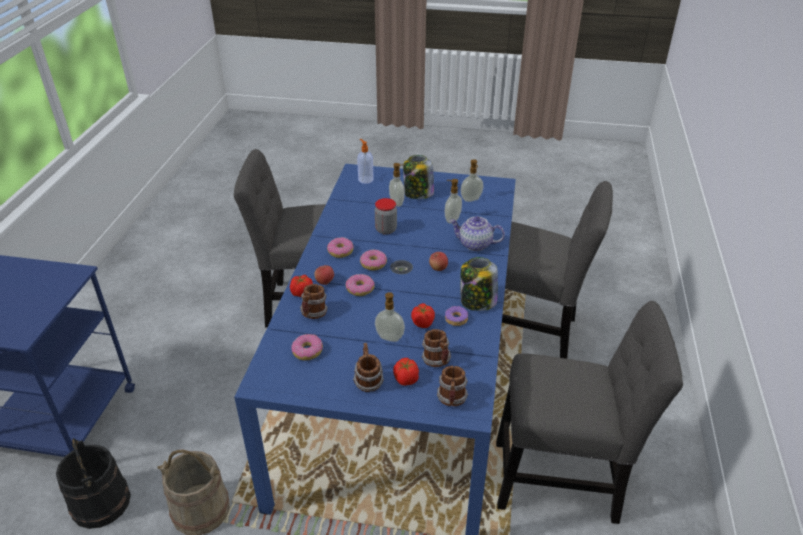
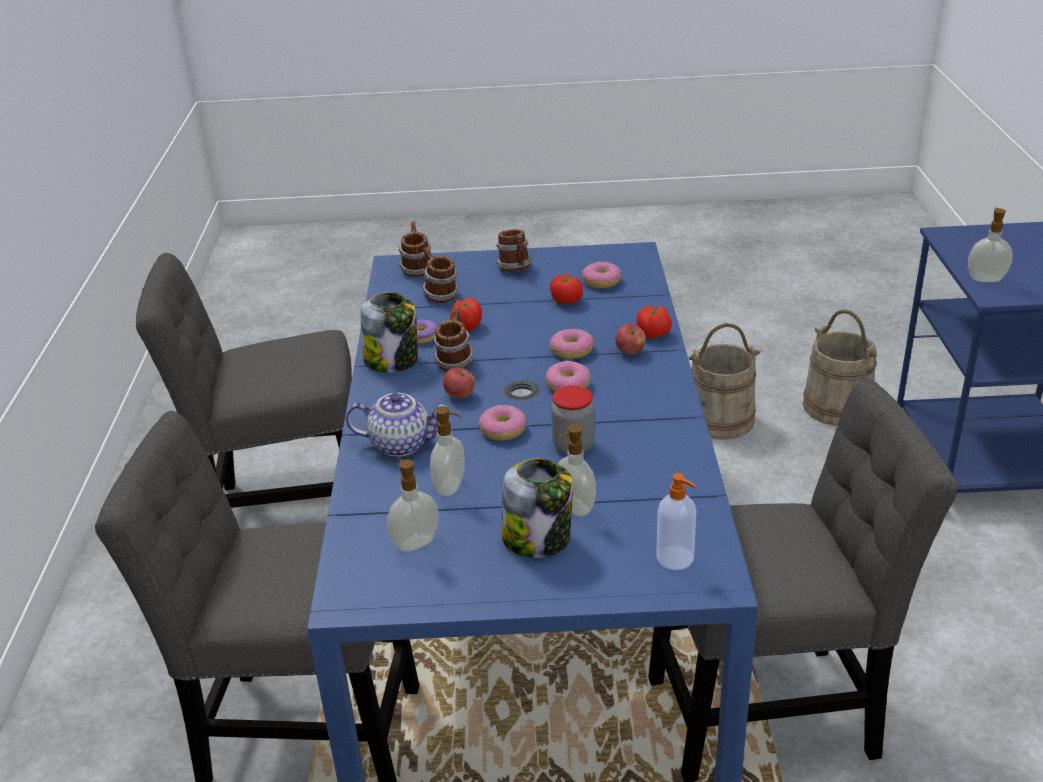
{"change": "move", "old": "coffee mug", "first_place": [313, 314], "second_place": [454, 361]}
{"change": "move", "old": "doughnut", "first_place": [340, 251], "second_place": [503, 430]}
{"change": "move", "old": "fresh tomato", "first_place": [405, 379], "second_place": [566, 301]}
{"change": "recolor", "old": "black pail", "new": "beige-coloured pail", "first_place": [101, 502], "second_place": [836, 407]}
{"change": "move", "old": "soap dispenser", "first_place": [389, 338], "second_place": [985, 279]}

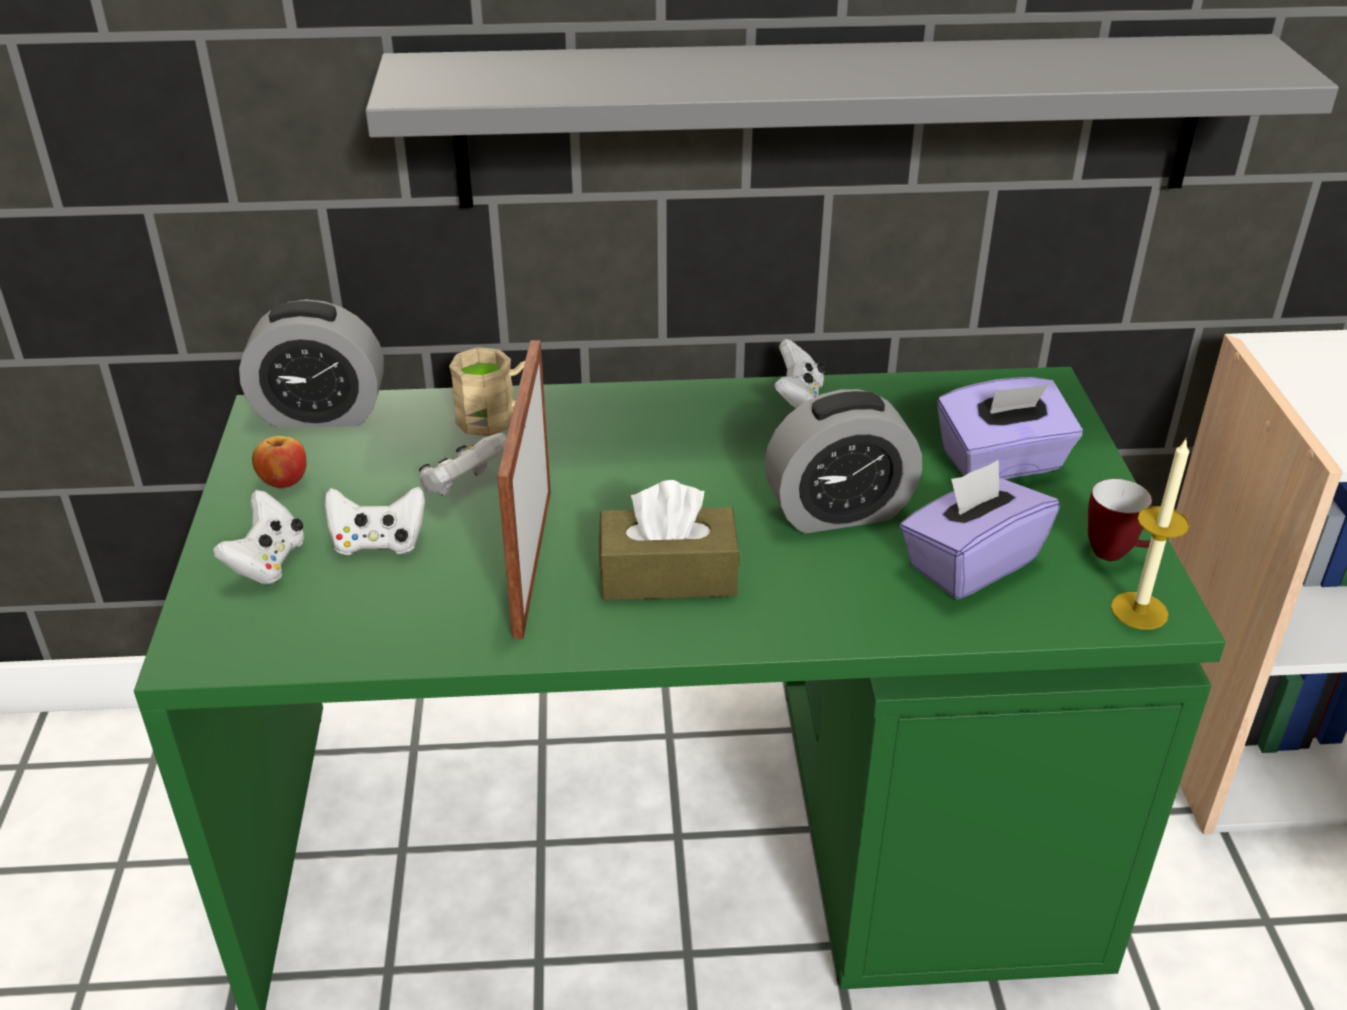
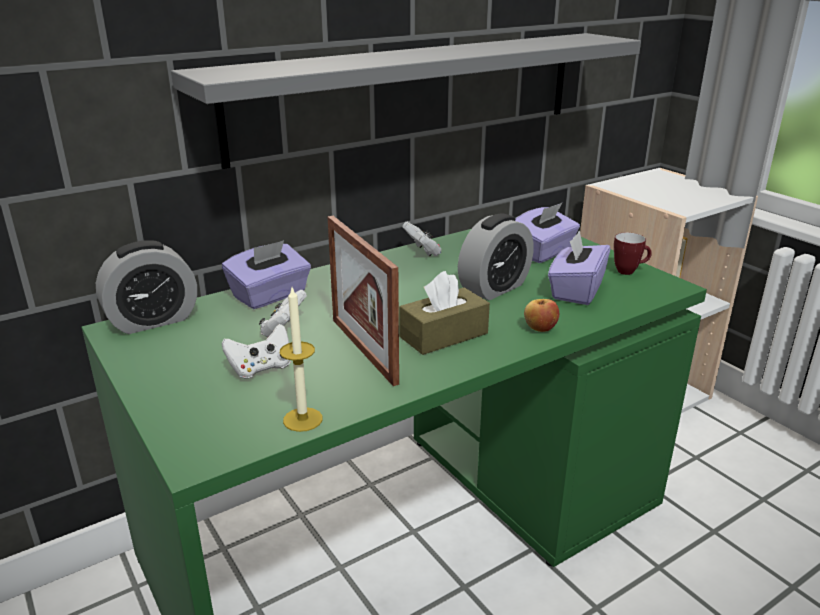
{"change": "replace", "old": "beige-coloured coffee mug", "new": "purplish box of tissues", "first_place": [499, 418], "second_place": [270, 296]}
{"change": "move", "old": "wax candle", "first_place": [1139, 611], "second_place": [303, 419]}
{"change": "move", "old": "apple fruit", "first_place": [283, 481], "second_place": [540, 328]}
{"change": "delete", "old": "whitish gamepad", "first_place": [267, 562]}

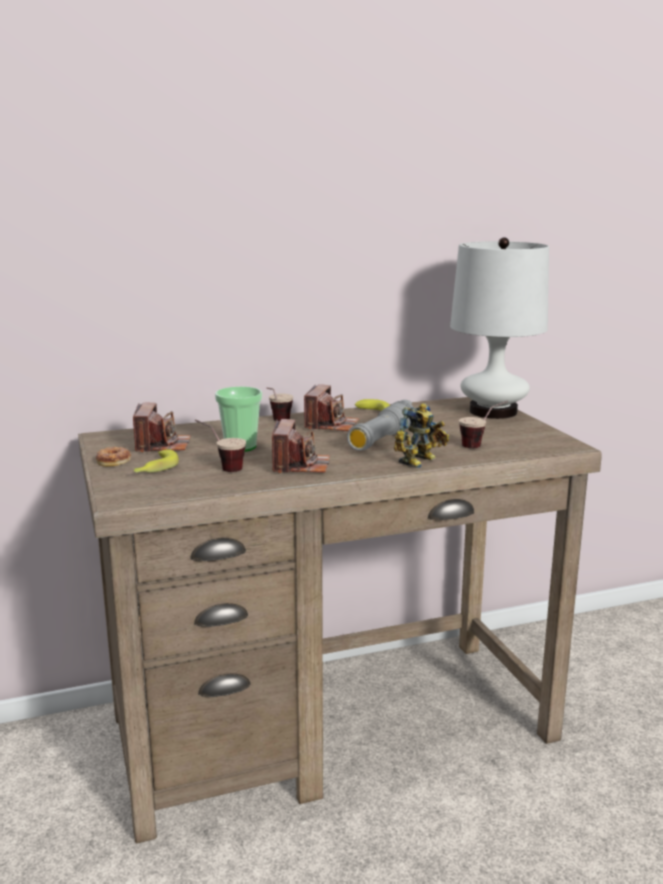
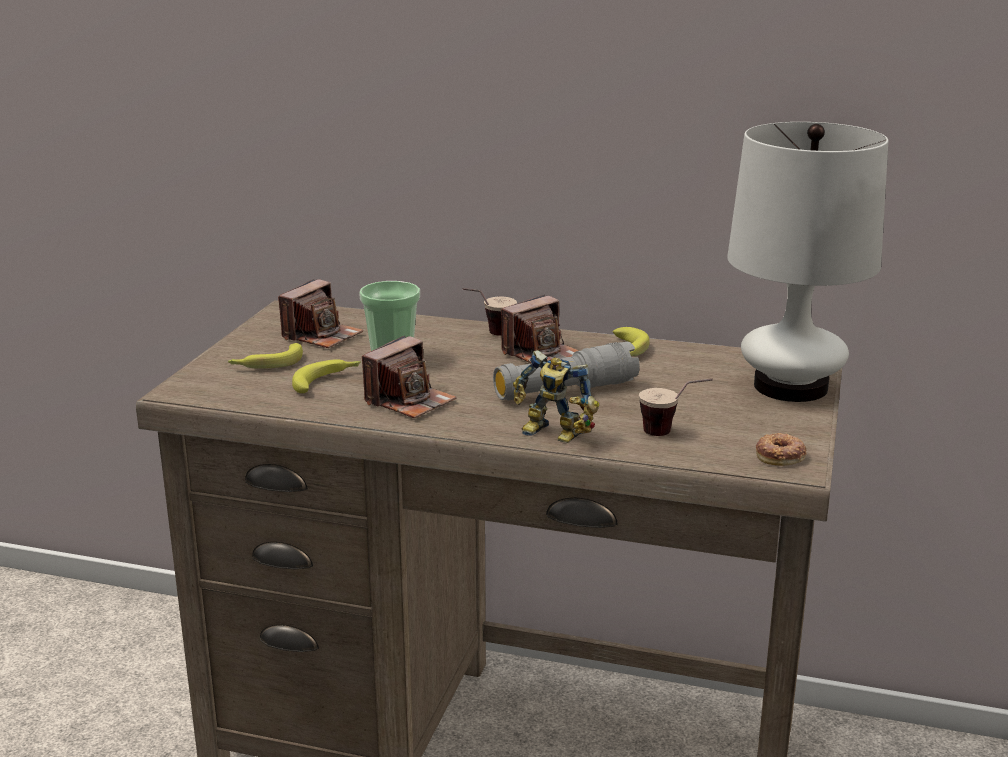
{"change": "replace", "old": "cup", "new": "banana", "first_place": [221, 468], "second_place": [327, 381]}
{"change": "rotate", "old": "model robot", "first_place": [421, 461], "second_place": [552, 435], "degrees": 45}
{"change": "move", "old": "doughnut", "first_place": [114, 461], "second_place": [780, 455]}

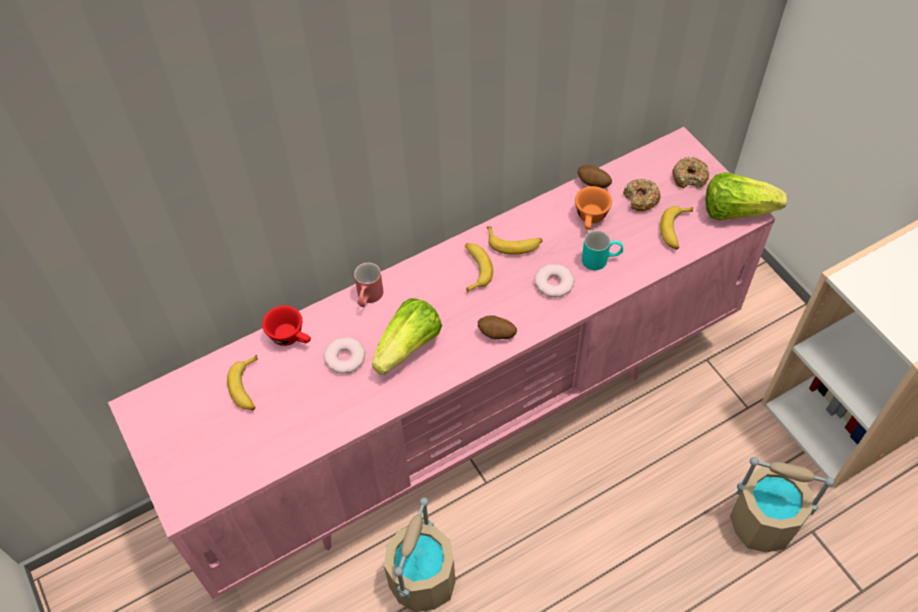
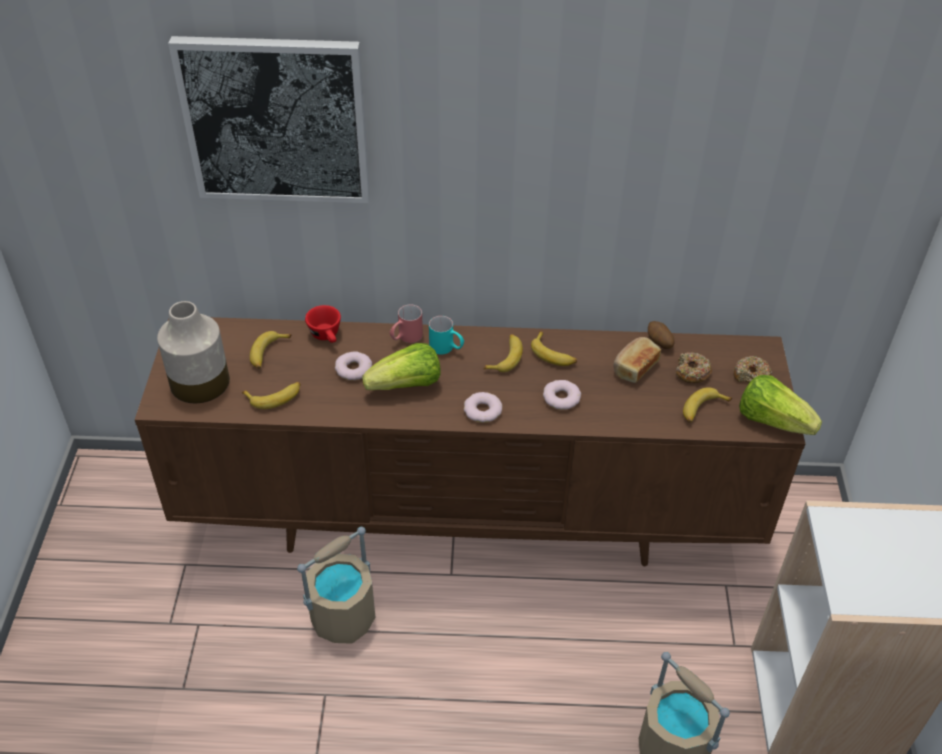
{"change": "recolor", "old": "pink-coloured cupboard", "new": "brownish cupboard", "first_place": [464, 419], "second_place": [471, 517]}
{"change": "insert", "new": "beige-coloured vase", "second_place": [200, 381]}
{"change": "insert", "new": "wall art", "second_place": [276, 120]}
{"change": "insert", "new": "banana", "second_place": [274, 397]}
{"change": "move", "old": "blue-green coffee mug", "first_place": [601, 260], "second_place": [446, 348]}
{"change": "replace", "old": "whole potato", "new": "doughnut", "first_place": [496, 334], "second_place": [482, 410]}
{"change": "replace", "old": "orangey cup", "new": "bread", "first_place": [591, 219], "second_place": [634, 367]}

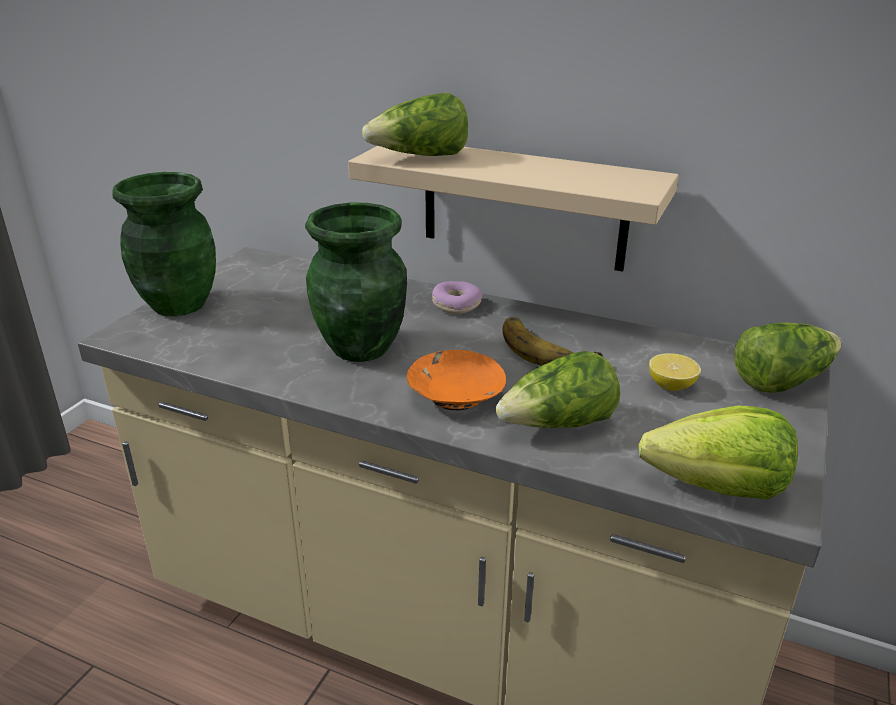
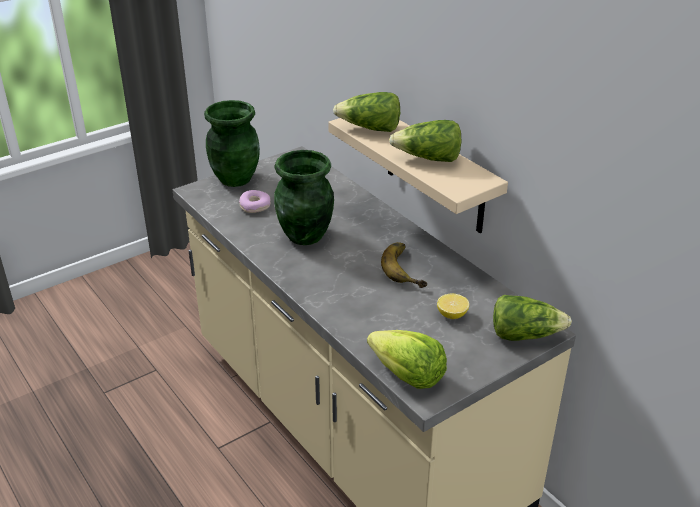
{"change": "move", "old": "doughnut", "first_place": [456, 305], "second_place": [255, 206]}
{"change": "move", "old": "head of lettuce", "first_place": [558, 425], "second_place": [428, 159]}
{"change": "delete", "old": "orangey bowl", "first_place": [454, 395]}

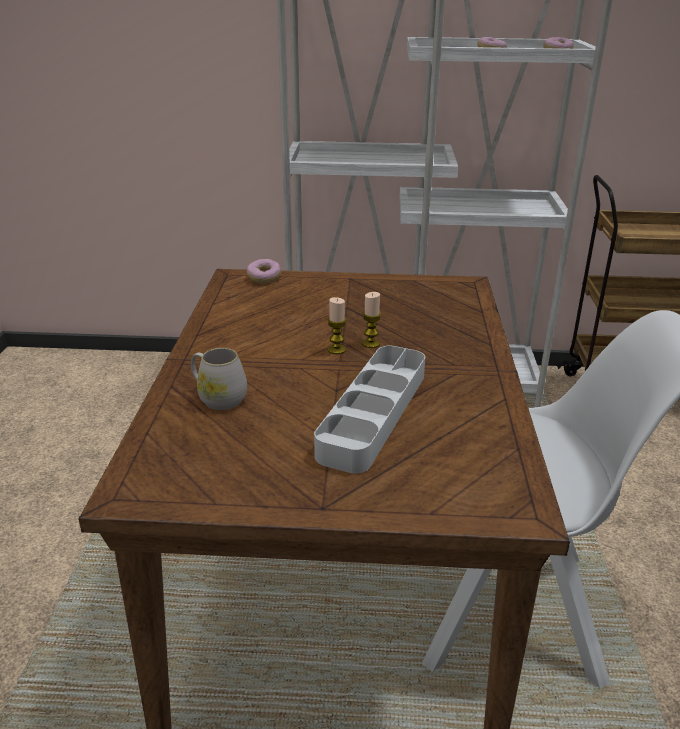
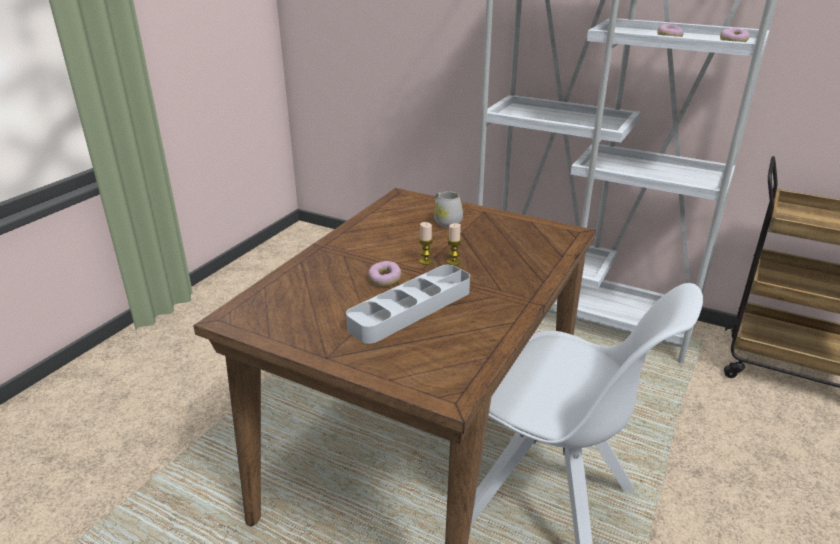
{"change": "move", "old": "doughnut", "first_place": [264, 278], "second_place": [385, 280]}
{"change": "move", "old": "whitish coffee mug", "first_place": [218, 398], "second_place": [445, 221]}

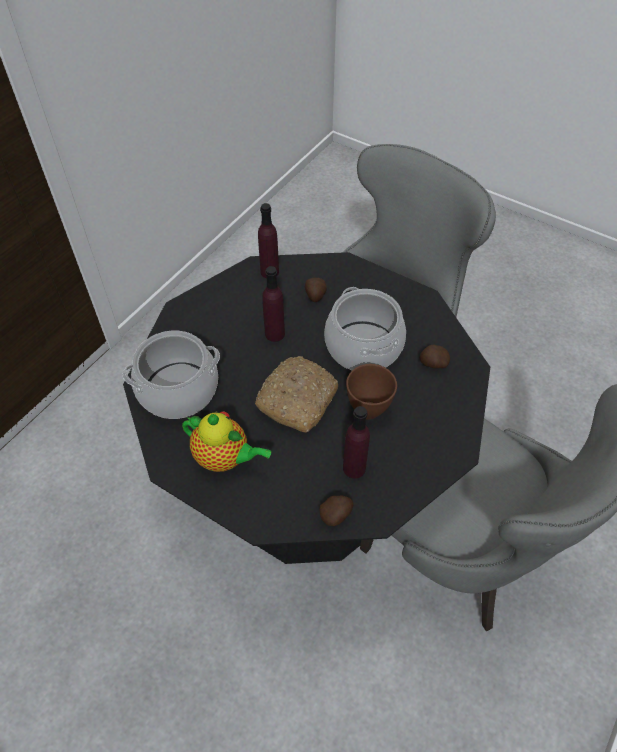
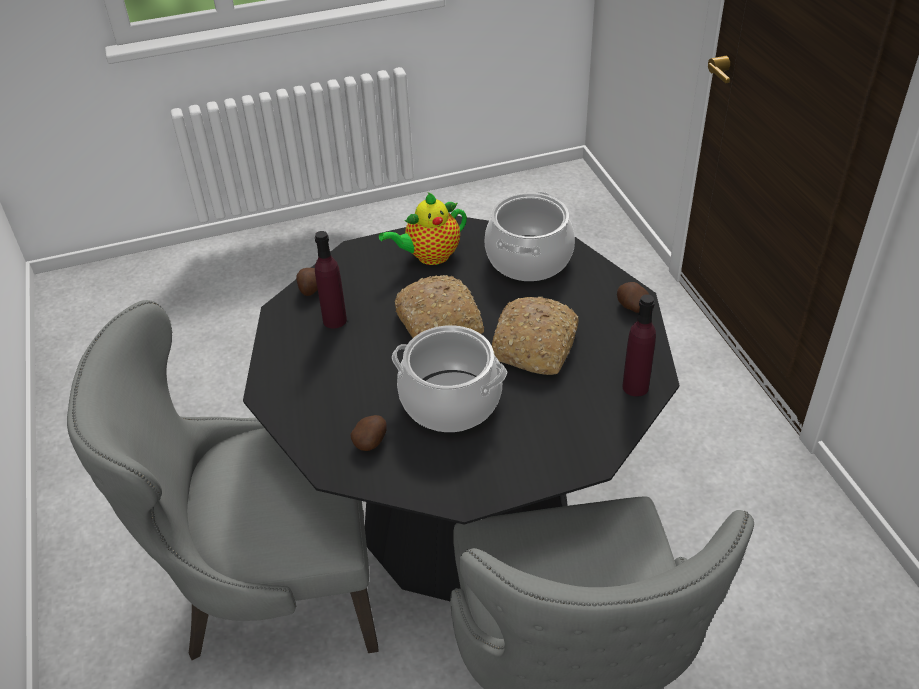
{"change": "replace", "old": "purplish beverage bottle", "new": "bread", "first_place": [274, 334], "second_place": [535, 346]}
{"change": "move", "old": "whole potato", "first_place": [315, 296], "second_place": [631, 307]}
{"change": "delete", "old": "brownish bowl", "first_place": [369, 410]}

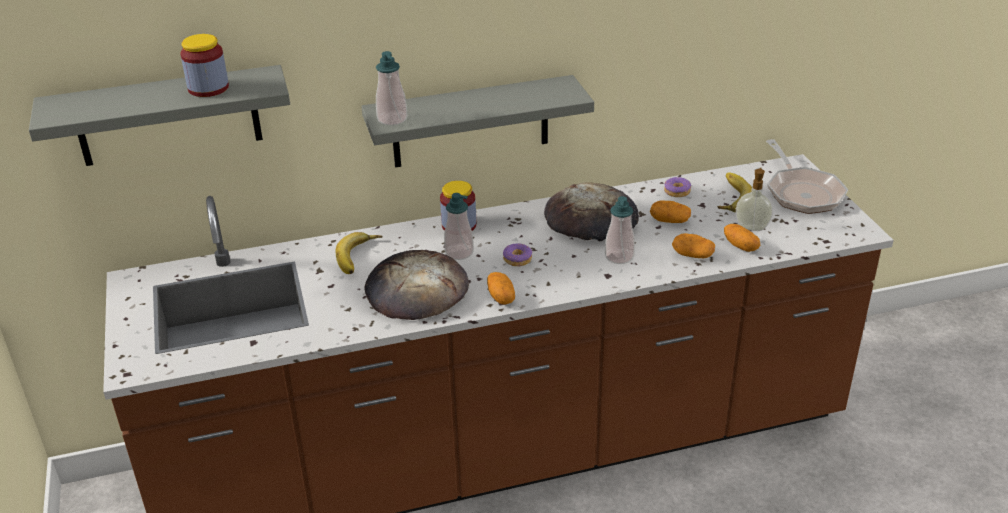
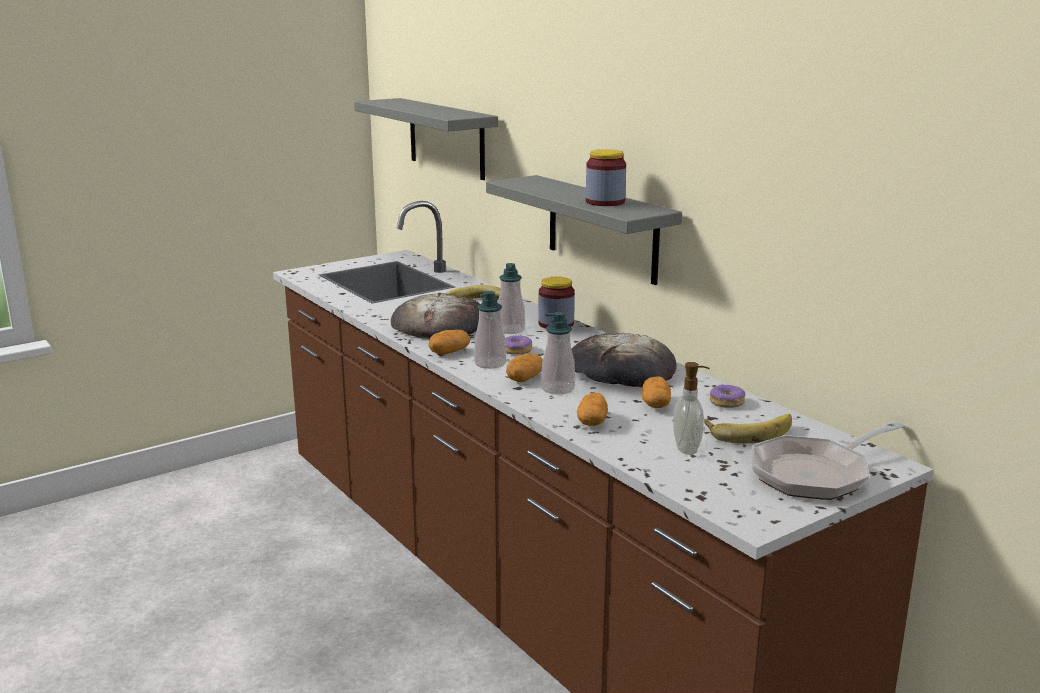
{"change": "move", "old": "soap dispenser", "first_place": [392, 119], "second_place": [490, 364]}
{"change": "move", "old": "whole potato", "first_place": [741, 246], "second_place": [525, 379]}
{"change": "move", "old": "preserve jar", "first_place": [208, 88], "second_place": [605, 202]}

